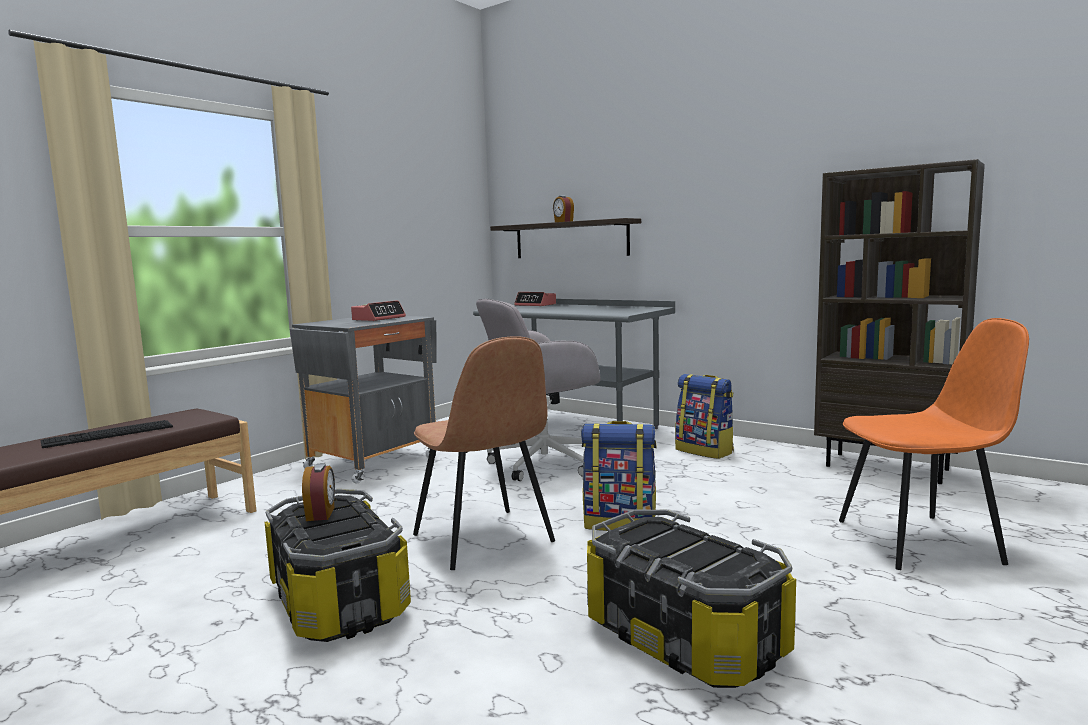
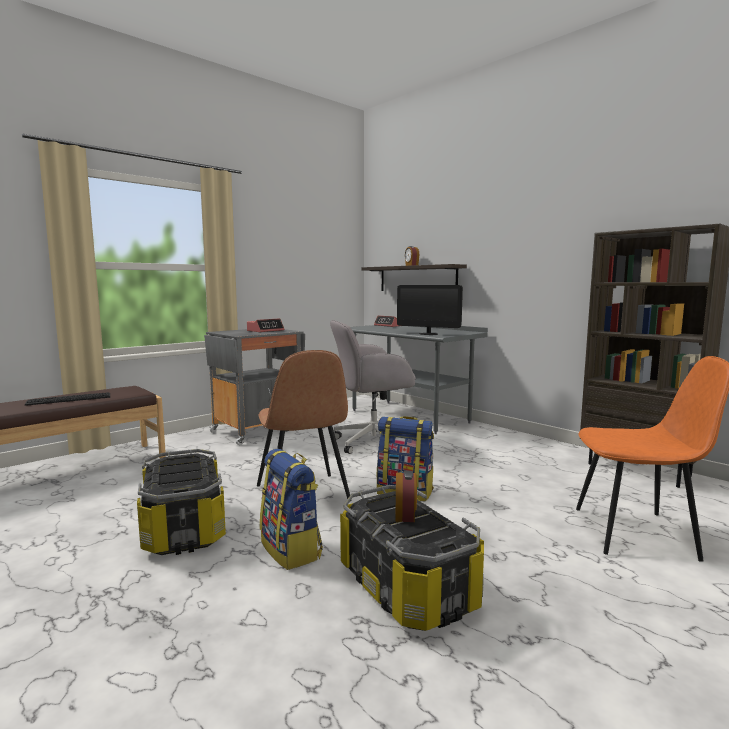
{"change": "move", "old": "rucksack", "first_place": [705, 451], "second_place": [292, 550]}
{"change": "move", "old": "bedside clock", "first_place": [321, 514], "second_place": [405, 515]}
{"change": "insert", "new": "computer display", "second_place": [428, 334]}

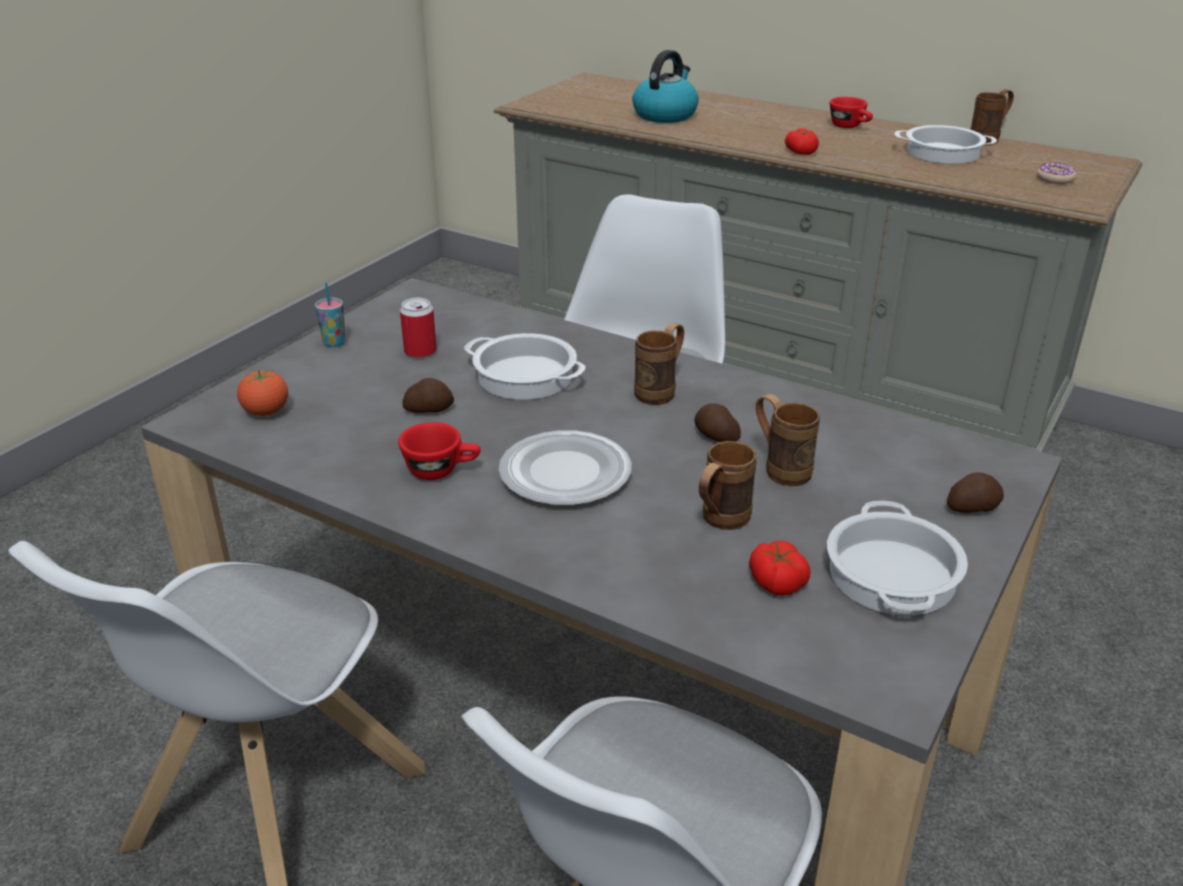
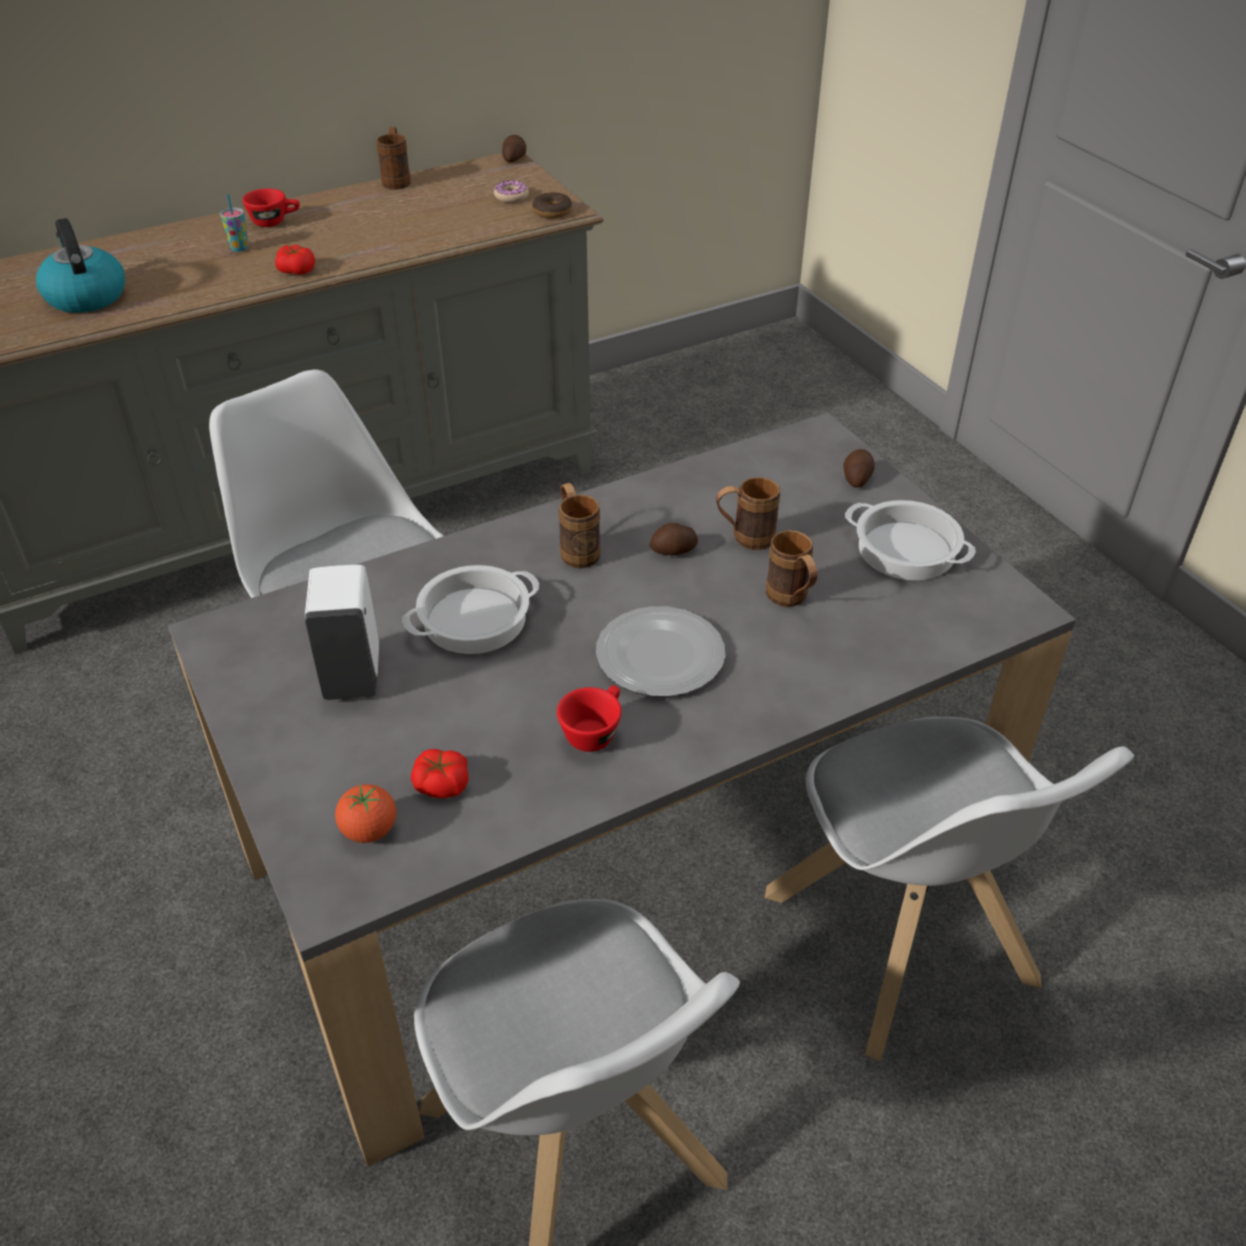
{"change": "move", "old": "cup", "first_place": [334, 343], "second_place": [239, 248]}
{"change": "replace", "old": "can", "new": "whitish soap dispenser", "first_place": [420, 351], "second_place": [352, 673]}
{"change": "move", "old": "fresh tomato", "first_place": [777, 581], "second_place": [441, 784]}
{"change": "move", "old": "whole potato", "first_place": [428, 409], "second_place": [513, 158]}
{"change": "insert", "new": "doughnut", "second_place": [552, 212]}
{"change": "delete", "old": "stockpot", "first_place": [943, 152]}

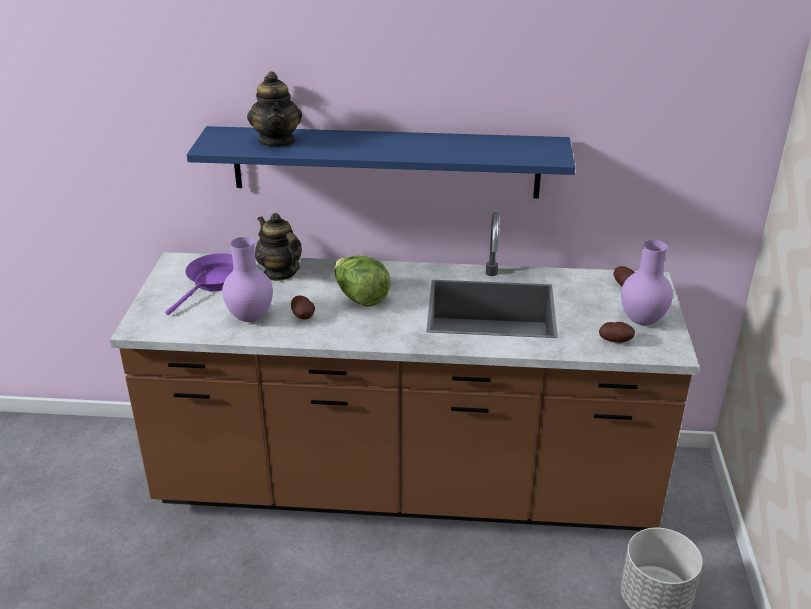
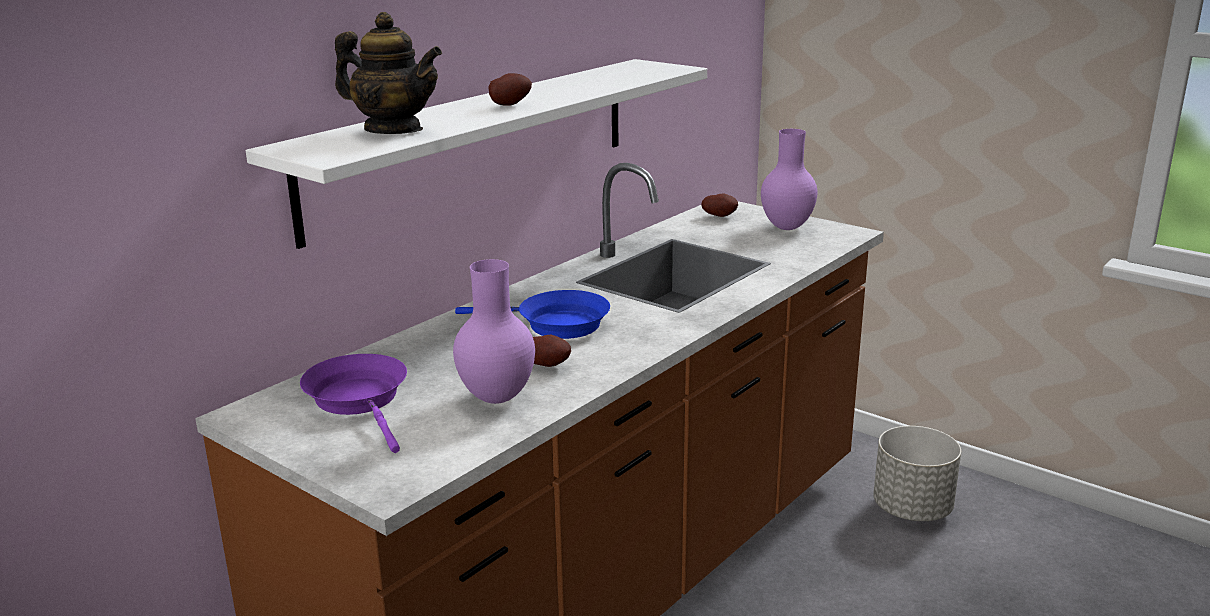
{"change": "recolor", "old": "blue bracket shelf", "new": "whitish bracket shelf", "first_place": [385, 162], "second_place": [476, 143]}
{"change": "replace", "old": "head of lettuce", "new": "blue skillet", "first_place": [360, 298], "second_place": [555, 324]}
{"change": "move", "old": "whole potato", "first_place": [616, 341], "second_place": [508, 105]}
{"change": "delete", "old": "pot for tea", "first_place": [280, 273]}

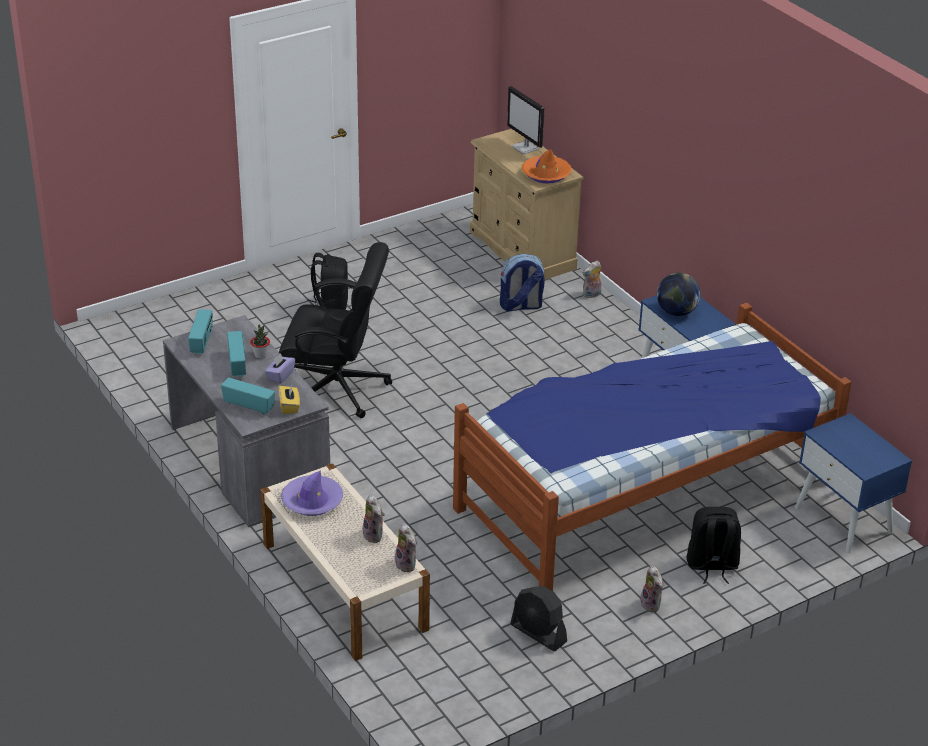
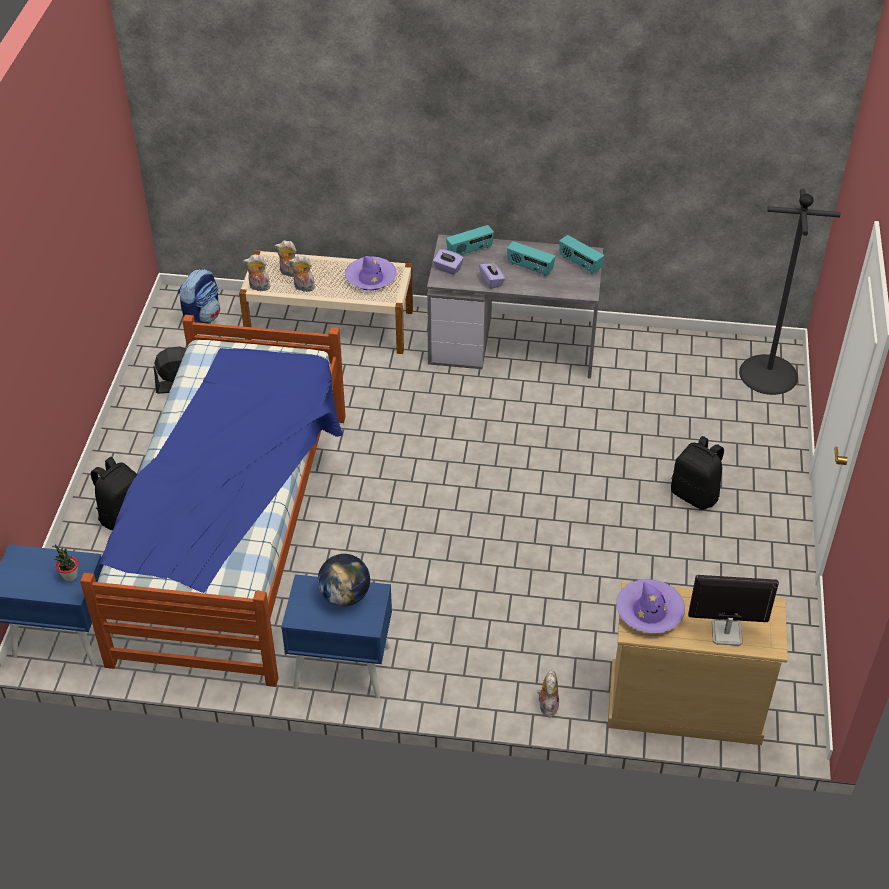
{"change": "move", "old": "plant in a pot", "first_place": [261, 355], "second_place": [70, 576]}
{"change": "move", "old": "rucksack", "first_place": [521, 306], "second_place": [202, 319]}
{"change": "move", "old": "cuddly toy", "first_place": [652, 604], "second_place": [289, 273]}
{"change": "recolor", "old": "yellowish box of tissues", "new": "purplish box of tissues", "first_place": [289, 406], "second_place": [448, 268]}
{"change": "recolor", "old": "orangey clothing hat", "new": "purplish clothing hat", "first_place": [546, 174], "second_place": [649, 611]}
{"change": "insert", "new": "black garment rack", "second_place": [768, 374]}
{"change": "delete", "old": "black computer chair", "first_place": [336, 389]}

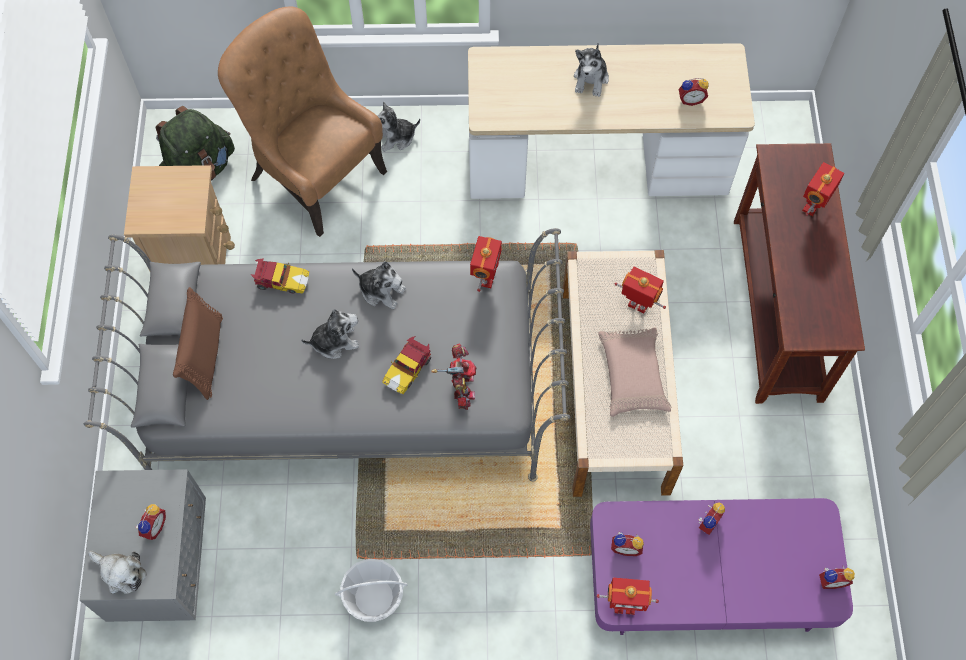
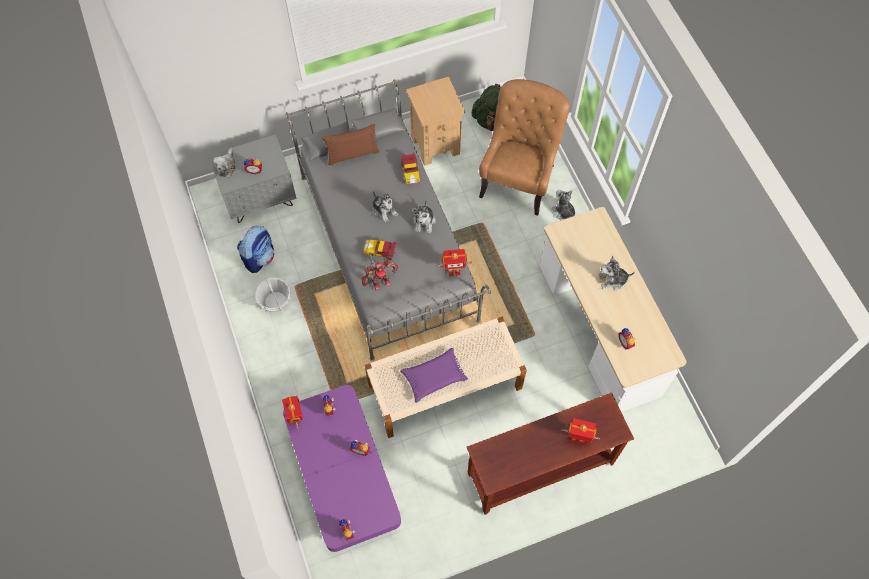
{"change": "insert", "new": "rucksack", "second_place": [259, 257]}
{"change": "recolor", "old": "beige-coloured throw pillow", "new": "purplish throw pillow", "first_place": [633, 374], "second_place": [434, 376]}
{"change": "delete", "old": "model robot", "first_place": [637, 306]}

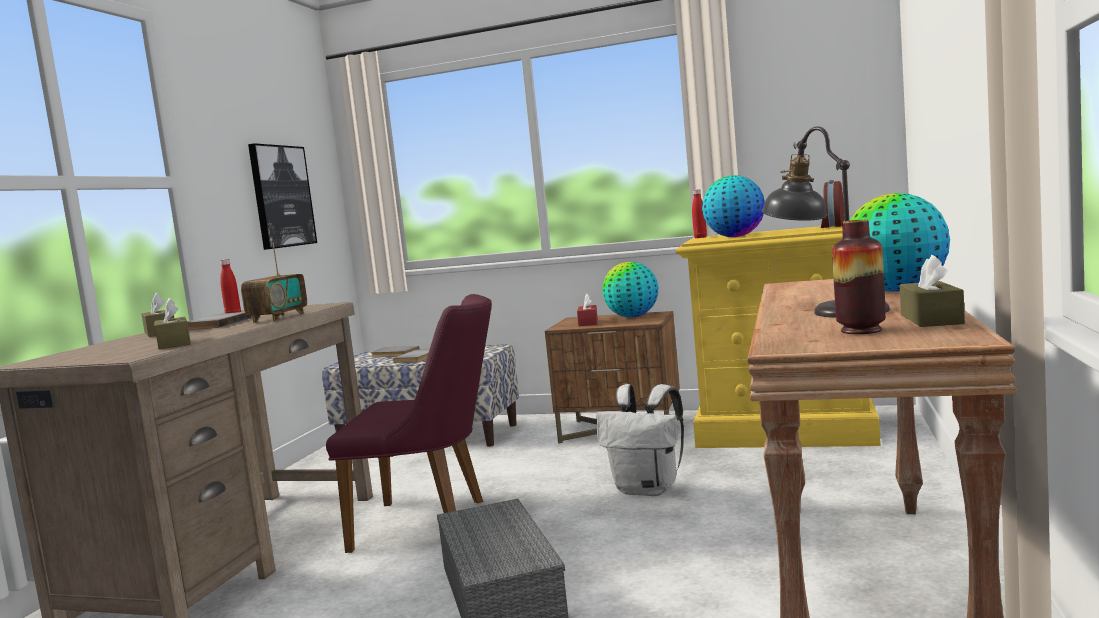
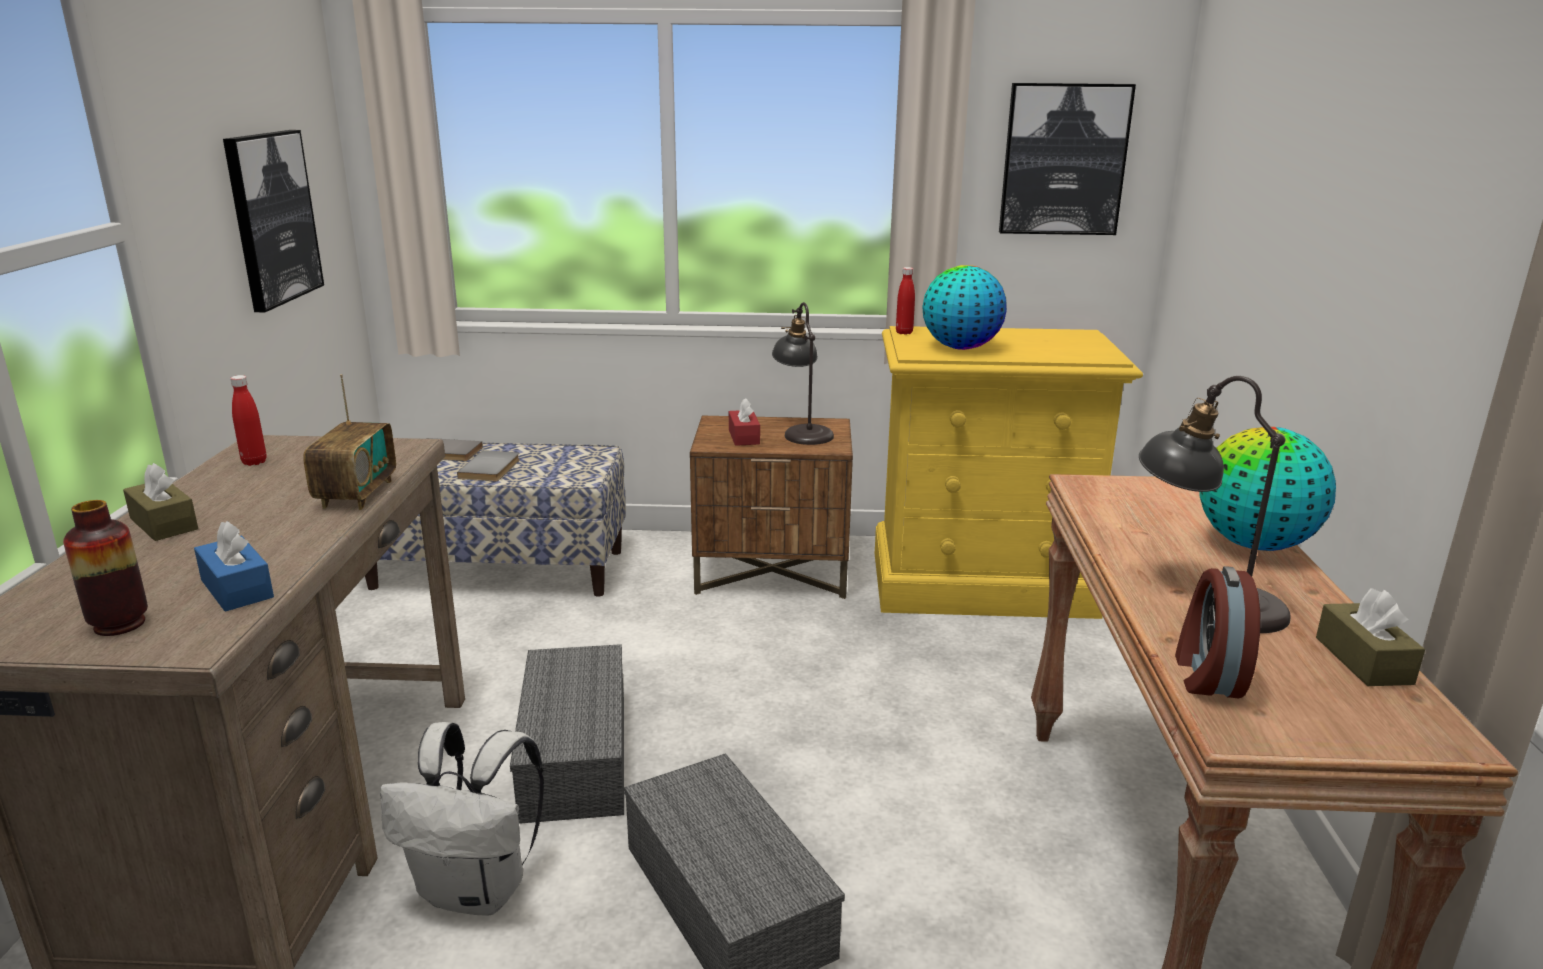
{"change": "move", "old": "vase", "first_place": [861, 330], "second_place": [119, 624]}
{"change": "recolor", "old": "brownish box of tissues", "new": "blue box of tissues", "first_place": [174, 344], "second_place": [237, 589]}
{"change": "move", "old": "whitish rucksack", "first_place": [648, 489], "second_place": [477, 890]}
{"change": "replace", "old": "purplish chair", "new": "grey storage bin", "first_place": [433, 523], "second_place": [577, 756]}
{"change": "replace", "old": "world globe", "new": "grey tabletop lamp", "first_place": [632, 317], "second_place": [801, 429]}
{"change": "insert", "new": "wall art", "second_place": [1064, 160]}
{"change": "move", "old": "bedside clock", "first_place": [832, 226], "second_place": [1207, 675]}
{"change": "delete", "old": "grey book", "first_place": [215, 324]}

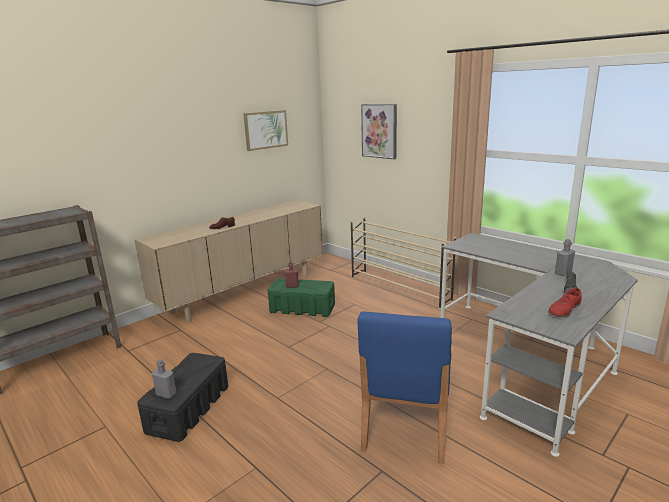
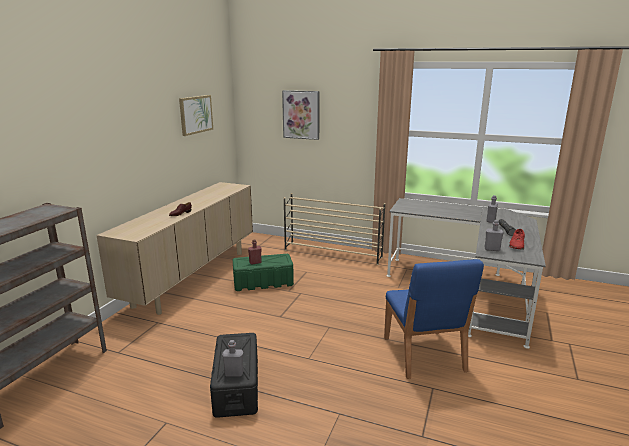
{"change": "insert", "new": "grey beverage bottle", "second_place": [492, 249]}

